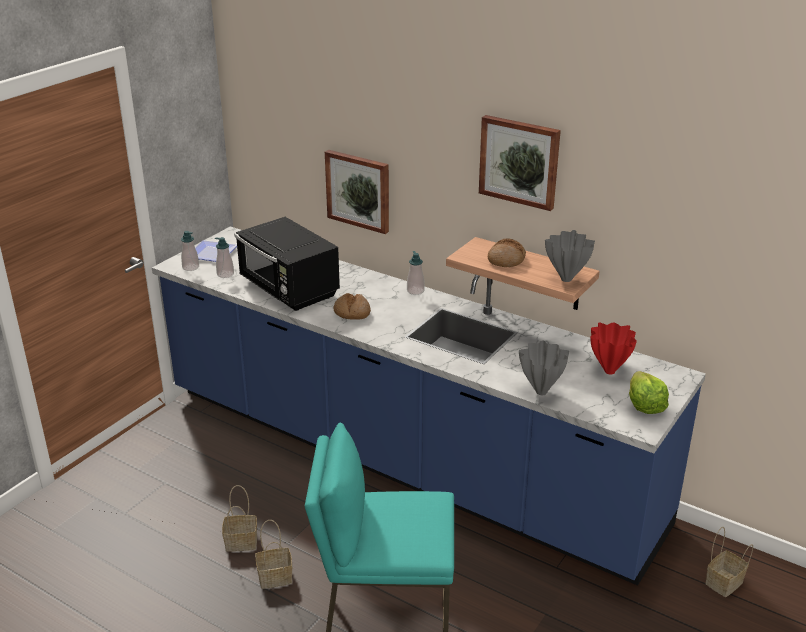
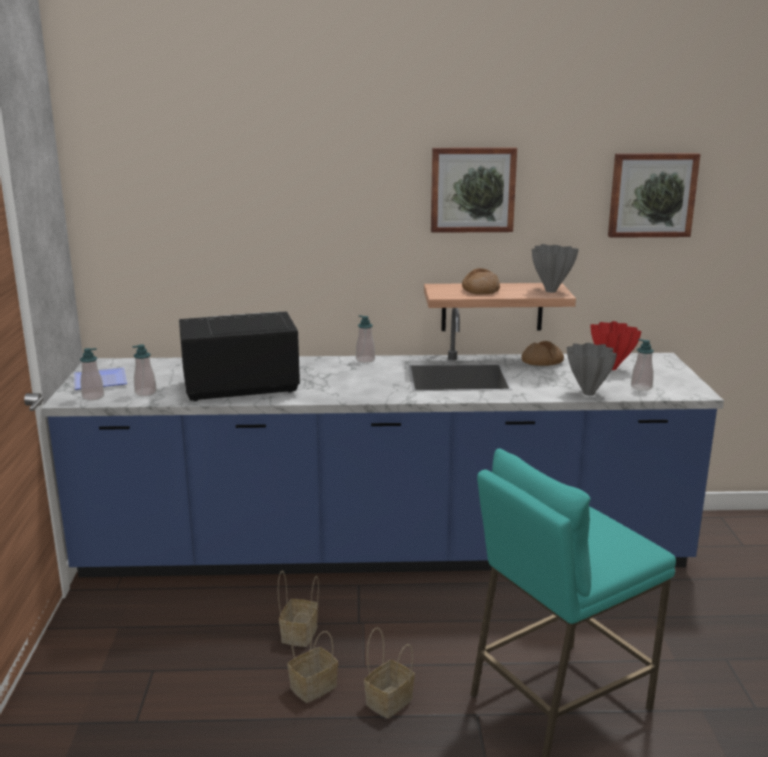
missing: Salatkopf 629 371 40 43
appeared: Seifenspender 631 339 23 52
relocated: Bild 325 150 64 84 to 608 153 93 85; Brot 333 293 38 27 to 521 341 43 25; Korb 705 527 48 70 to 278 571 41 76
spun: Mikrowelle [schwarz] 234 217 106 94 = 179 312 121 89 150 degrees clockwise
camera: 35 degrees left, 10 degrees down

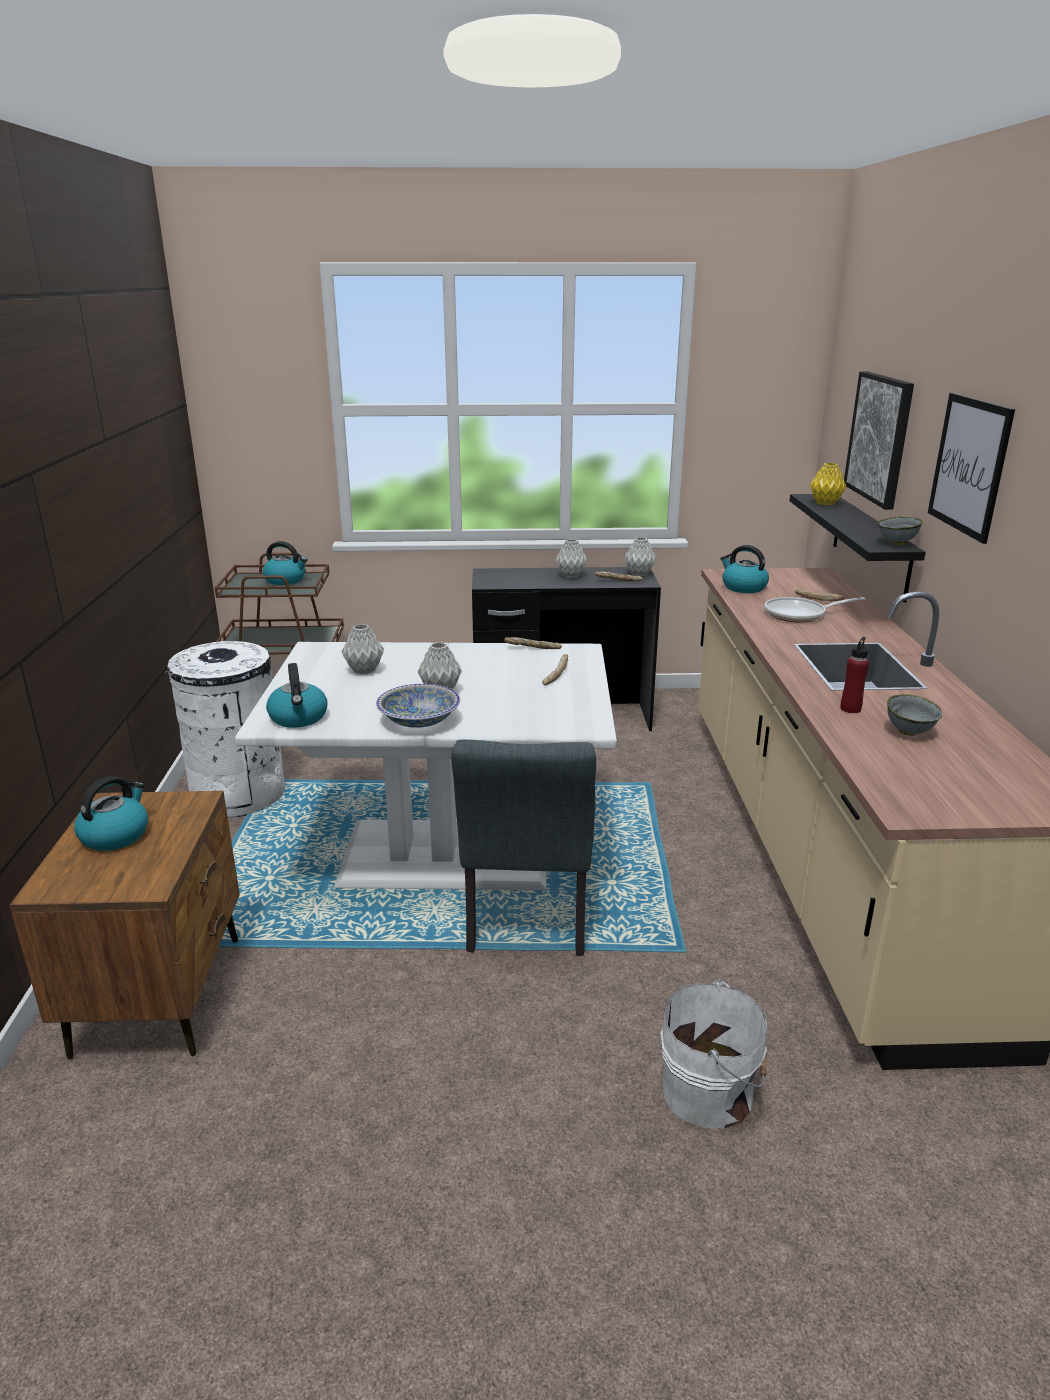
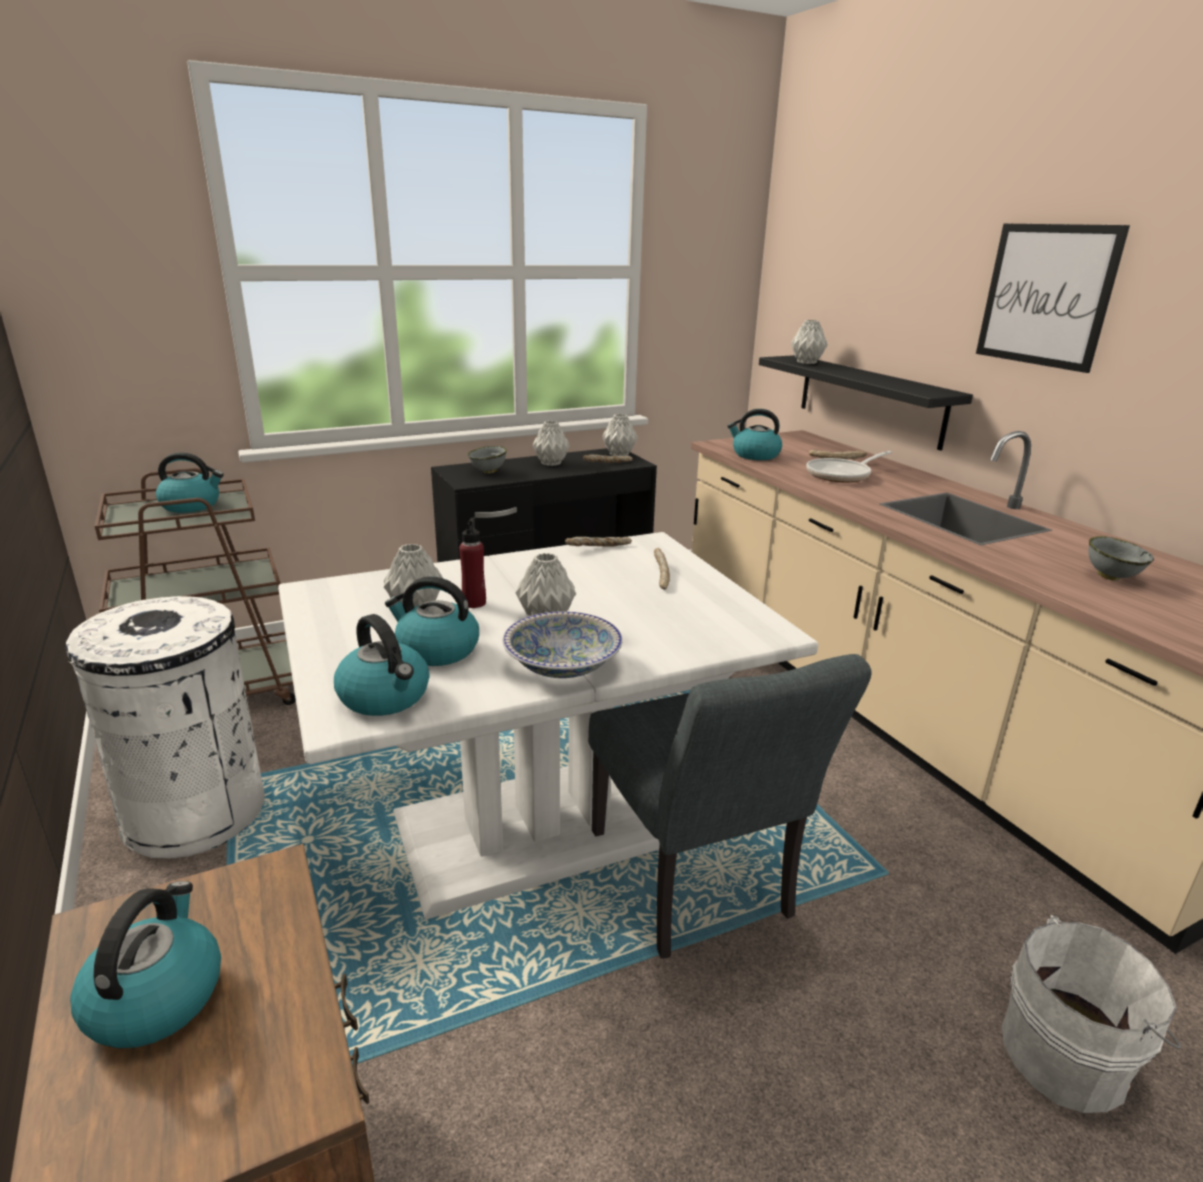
missing: Bild 844 371 70 139
appeared: Wasserkessel 385 576 94 90
relocated: Flasche [rot] 840 637 29 76 to 459 517 27 91; Schüssel [grau] 878 517 45 28 to 468 446 39 28
colour: Vase [gelb] 810 463 36 42 to Vase [grau] 791 320 37 44
camera: 25 degrees left, 0 degrees up

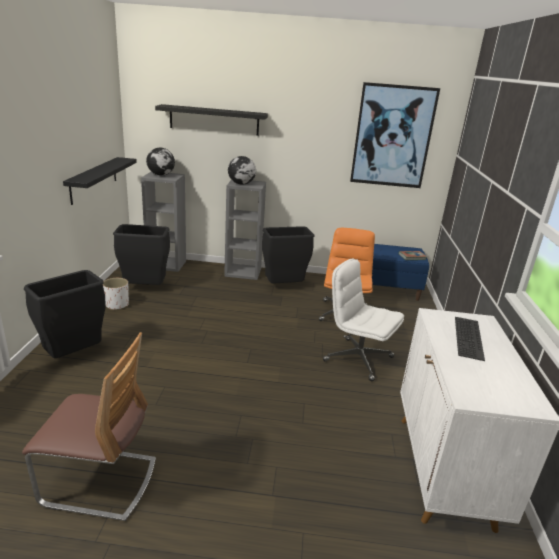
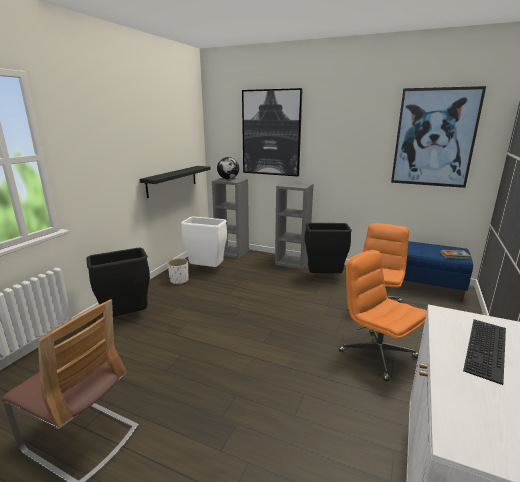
missing: Globus 228 156 28 29
exchanged: Wandregal [schwarz] 155 104 113 32 to Bild 242 88 61 89
colour: Mülleimer [schwarz] 113 224 57 61 to Mülleimer [weiß] 181 217 46 50; Bürostuhl [weiß] 323 259 81 122 to Bürostuhl [orange] 339 250 88 131
camera: 20 degrees right, 5 degrees down

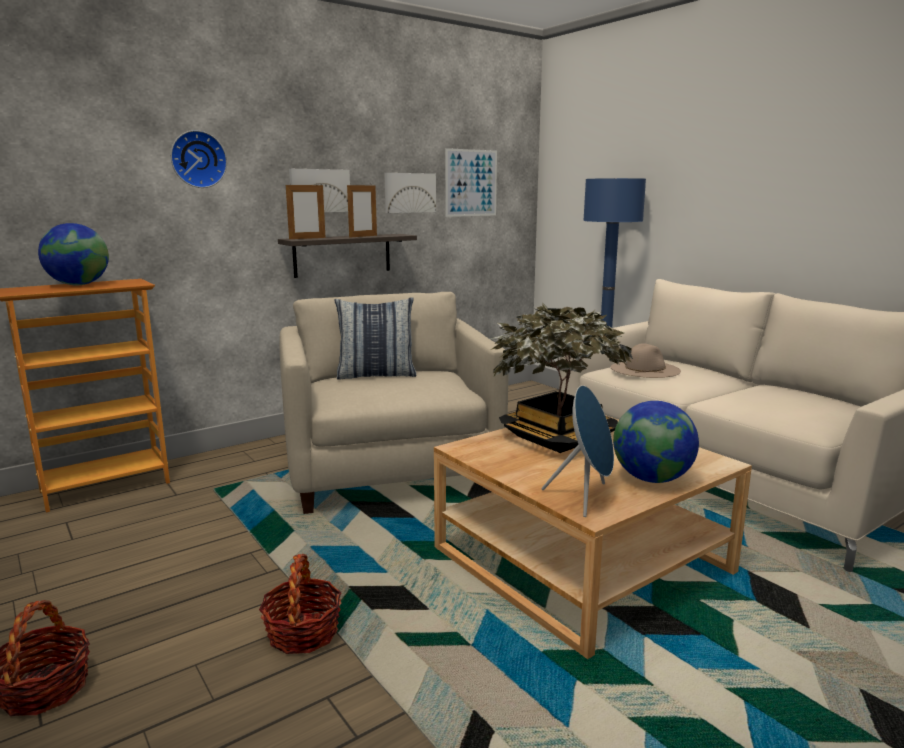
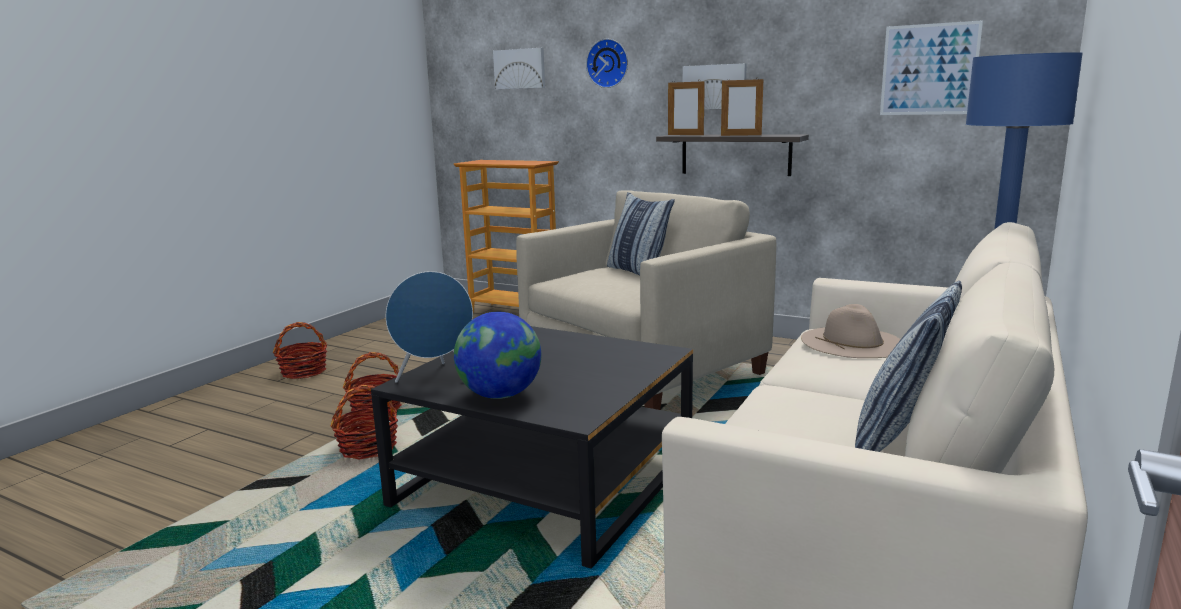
missing: Globus 38 223 71 62; Topfpflanze 490 302 143 151
appeared: Korb 331 385 67 75; Kissen 855 281 107 171
relocated: Bild 385 173 51 40 to 493 48 52 41
colour: Couchtisch [beige] 434 415 318 244 to Couchtisch [schwarz] 371 326 322 243
camera: 65 degrees right, 0 degrees up

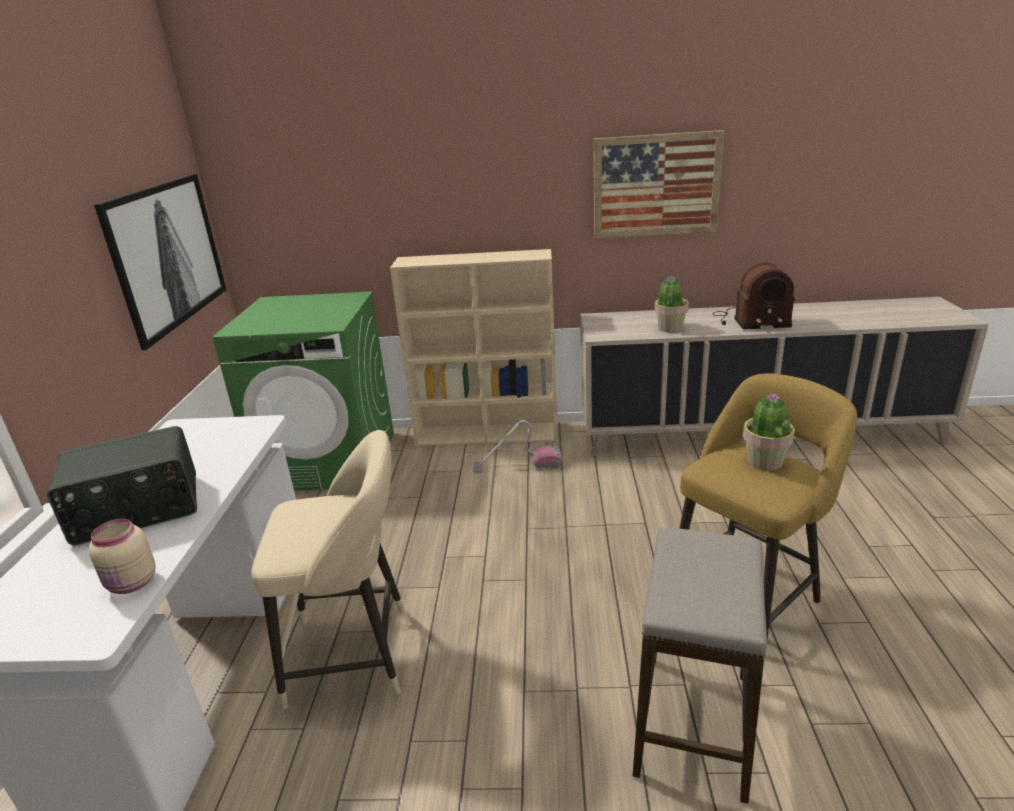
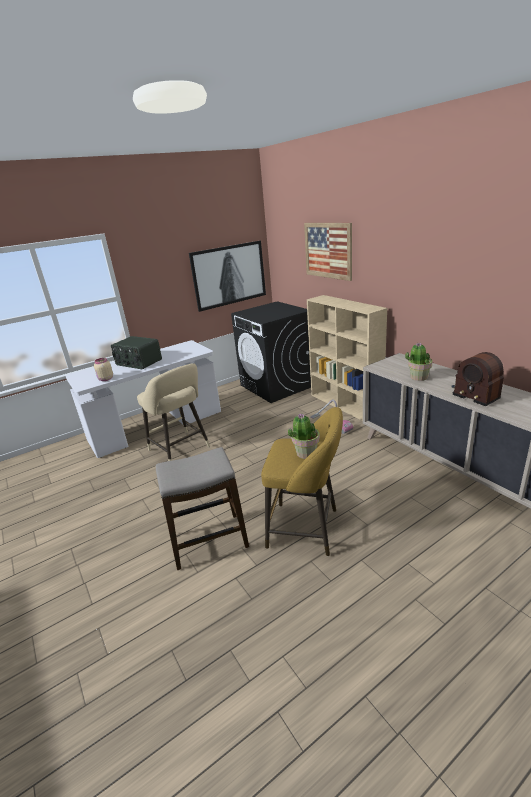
relocated: Bild 594 130 131 109 to 304 223 48 58
colour: Waschmaschine [grün] 213 291 181 199 to Waschmaschine [schwarz] 231 301 80 102
camera: 55 degrees right, 0 degrees up

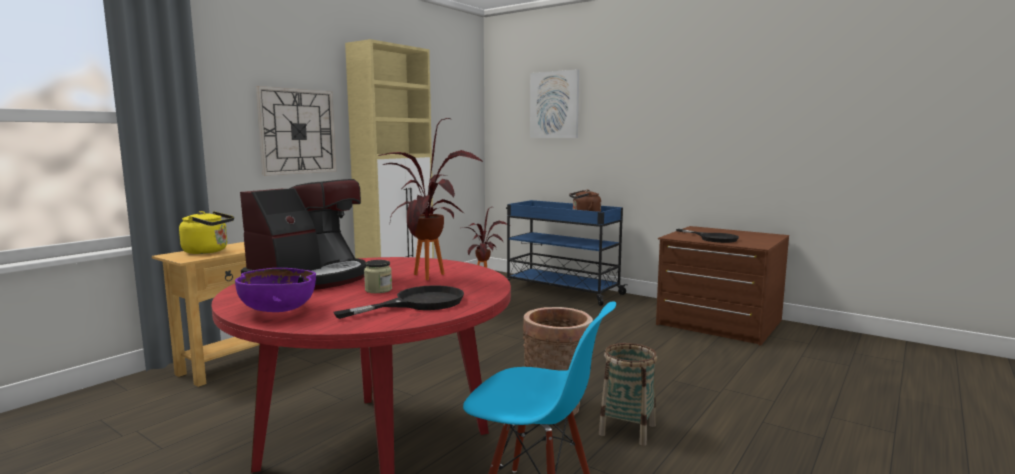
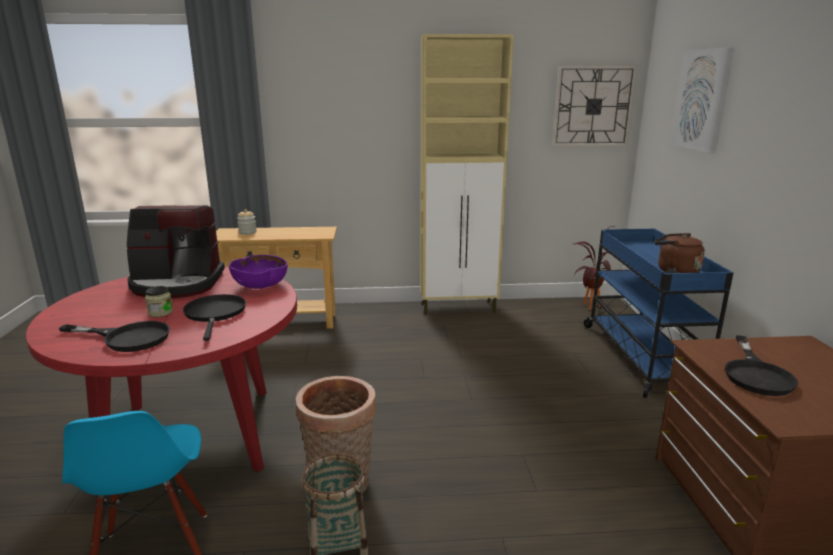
relocated: Schüssel [lila] 235 268 81 44 to 229 255 58 34; Wanduhr 256 86 81 90 to 552 65 85 82
exchanged: Wasserkessel [gelb] 179 211 55 43 to Vorratsglas 237 209 20 26; Topfpflanze 378 118 105 162 to Pfanne [schwarz] 183 294 63 47
camera: 50 degrees right, 10 degrees up

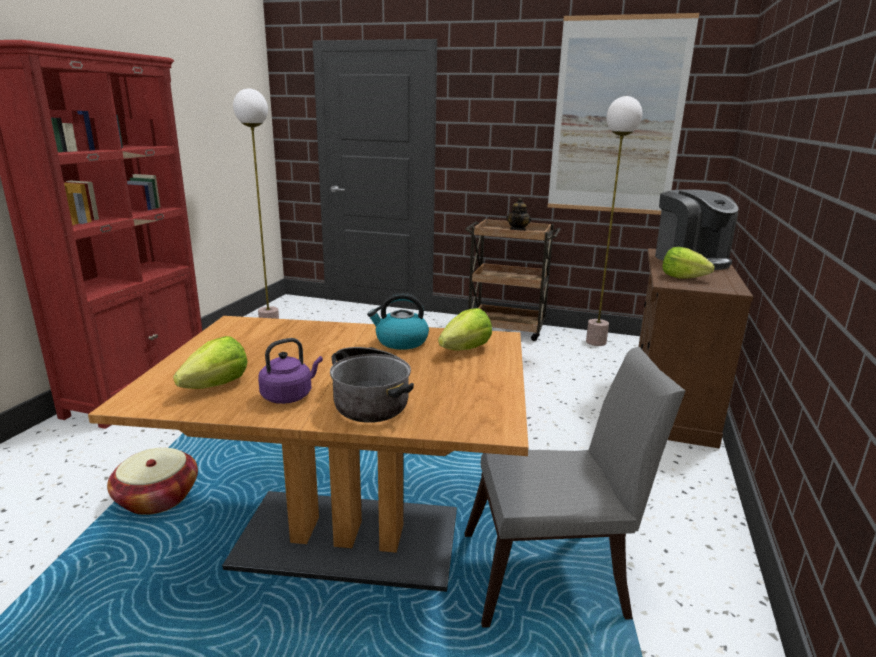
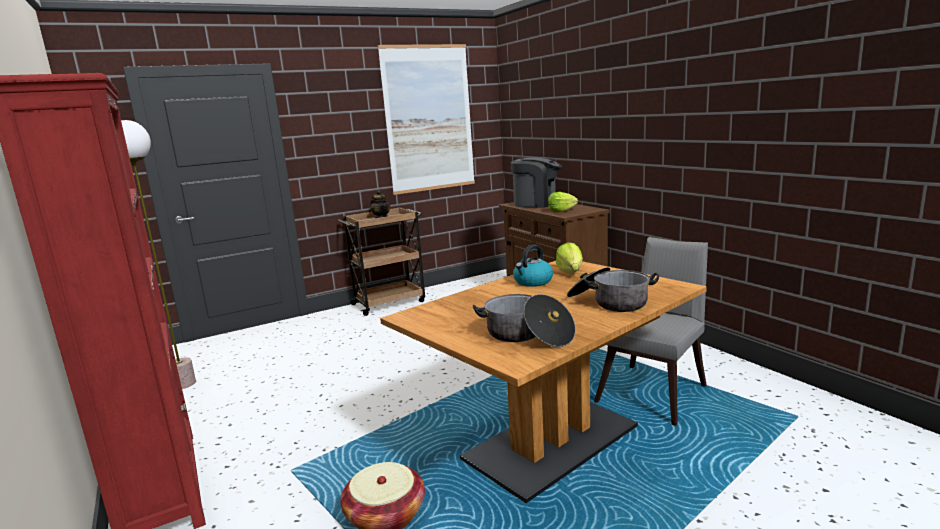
missing: Wasserkessel [lila] 258 338 65 66; Stehlampe 586 96 56 250
exchanged: Salatkopf 173 336 75 53 to Kochtopf 473 294 103 53
camera: 45 degrees left, 5 degrees down

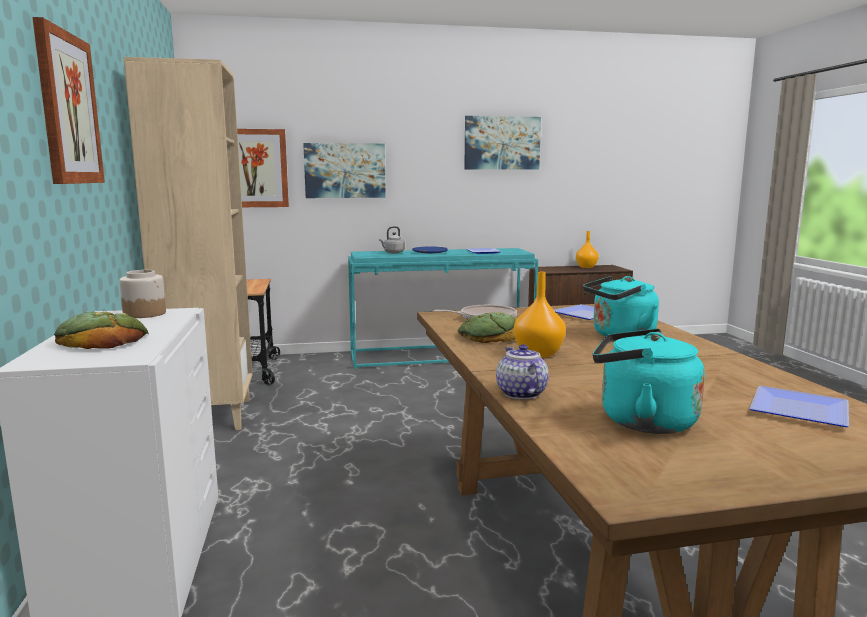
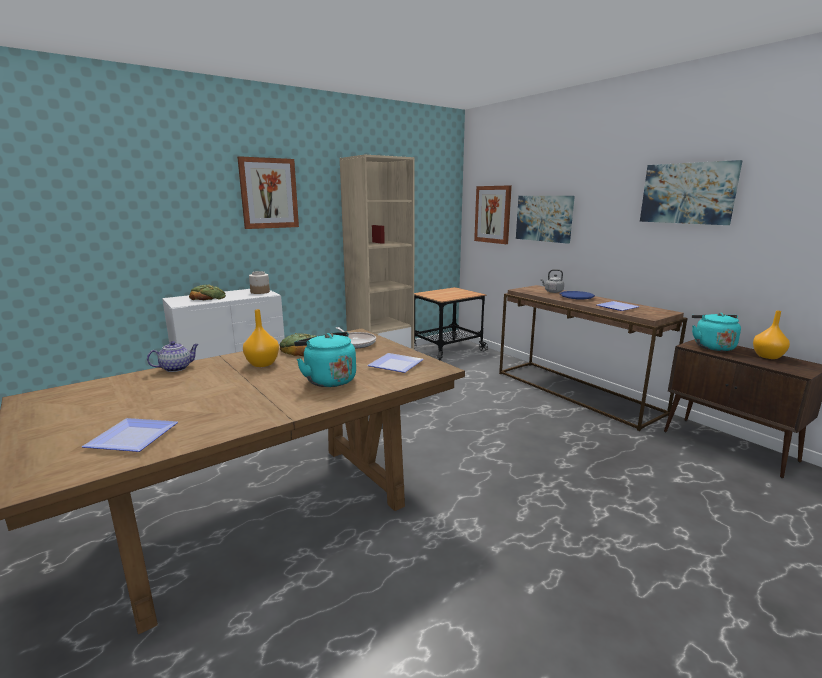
relocated: Wasserkessel [türkis] 593 329 112 105 to 692 313 49 38
colour: Konsolentisch [türkis] 348 248 190 121 to Konsolentisch [braun] 499 285 189 146
camera: 65 degrees right, 5 degrees up

